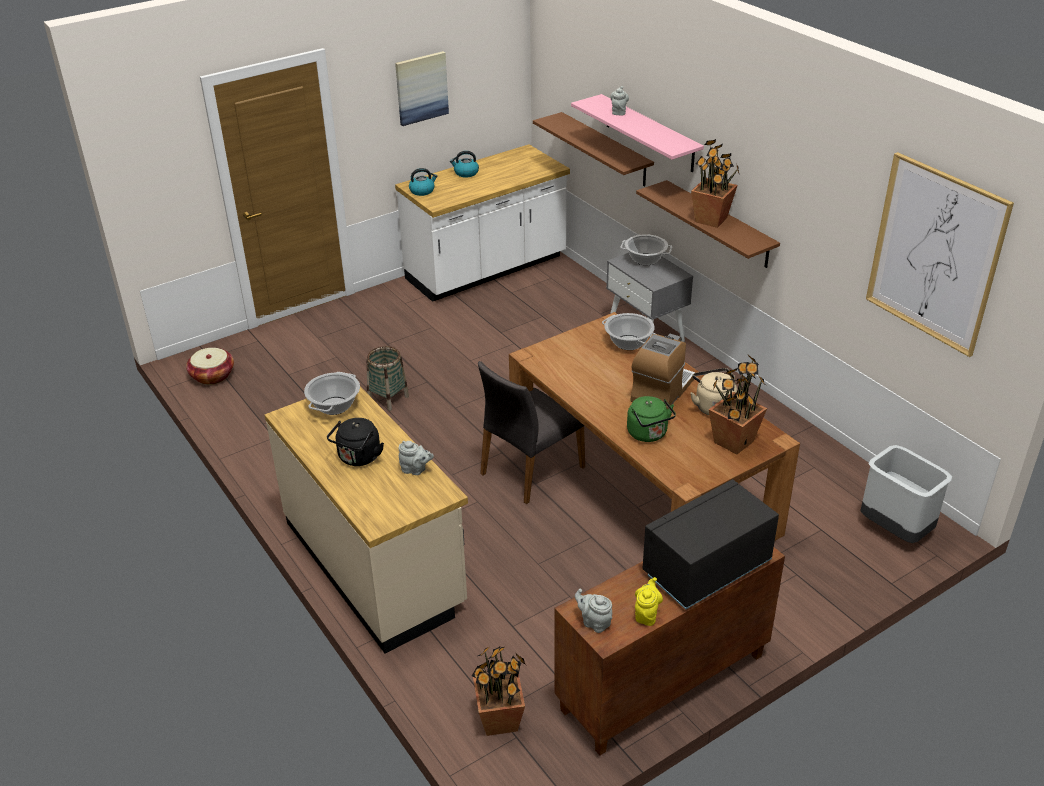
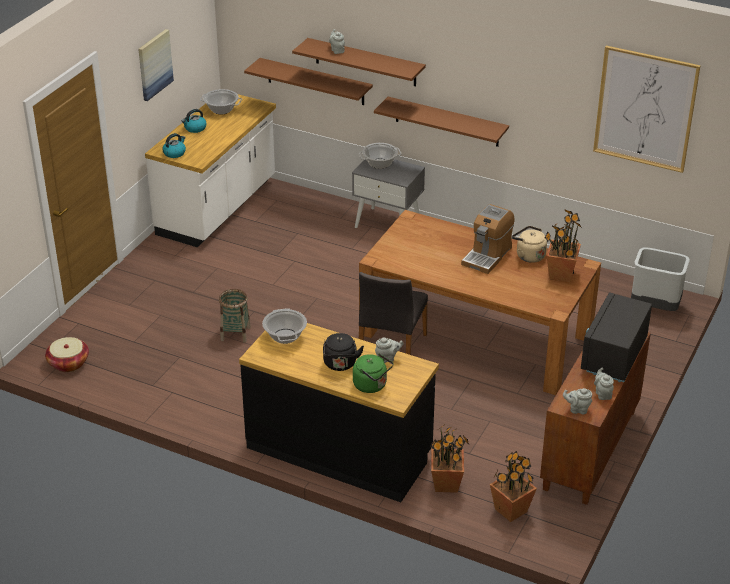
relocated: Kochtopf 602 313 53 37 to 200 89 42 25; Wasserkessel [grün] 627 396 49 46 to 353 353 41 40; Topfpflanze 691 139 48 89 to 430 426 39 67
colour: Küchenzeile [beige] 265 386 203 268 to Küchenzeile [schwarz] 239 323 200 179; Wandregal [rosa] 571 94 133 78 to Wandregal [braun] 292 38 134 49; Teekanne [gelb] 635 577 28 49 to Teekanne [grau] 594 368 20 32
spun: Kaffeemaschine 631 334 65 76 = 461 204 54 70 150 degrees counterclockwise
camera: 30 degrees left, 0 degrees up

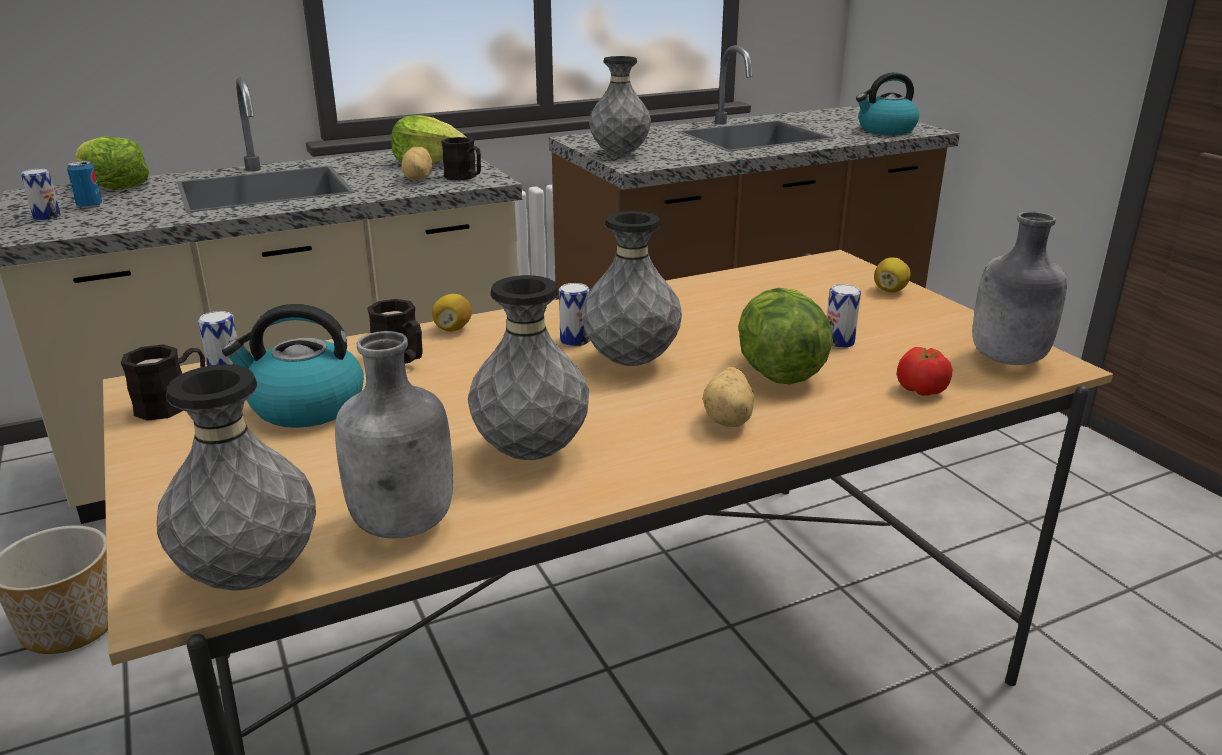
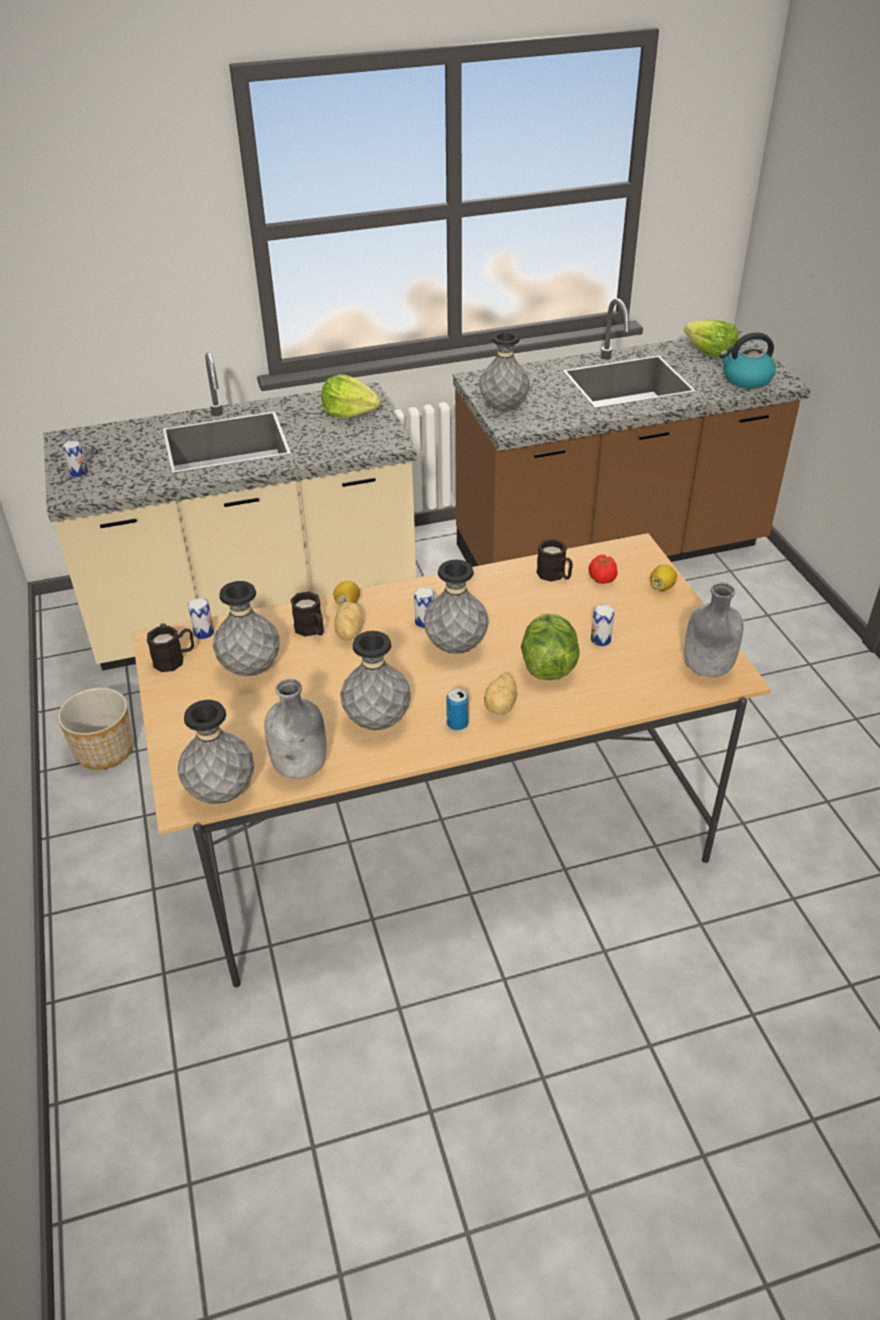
relocated: Dose 67 160 35 49 to 446 688 23 42; Salatkopf 75 136 75 54 to 684 320 54 38; Kartoffel 401 147 32 33 to 334 602 29 38; Henkelbecher [schwarz] 441 137 40 44 to 536 539 37 43; Tomate 897 347 55 49 to 589 555 28 29
exchanged: Wasserkessel 222 304 142 124 to Vase [grau] 213 581 67 95
camera: 10 degrees right, 15 degrees up

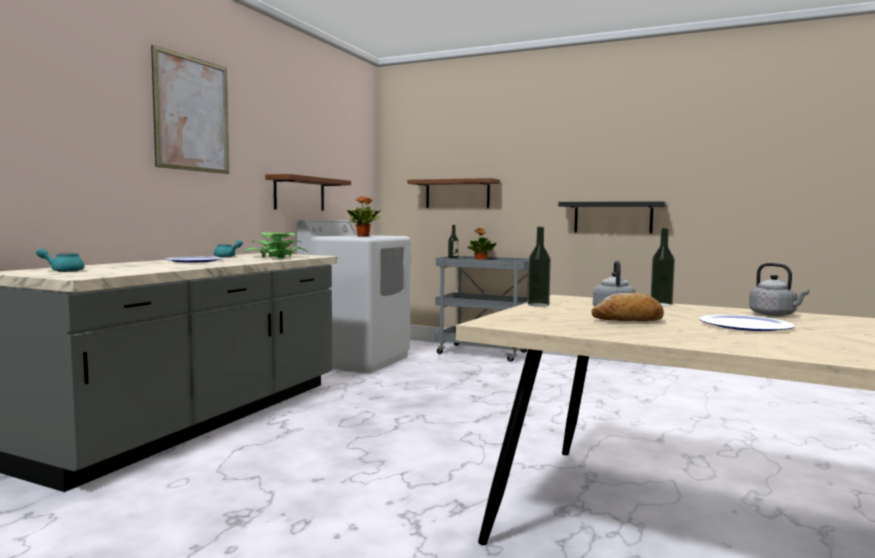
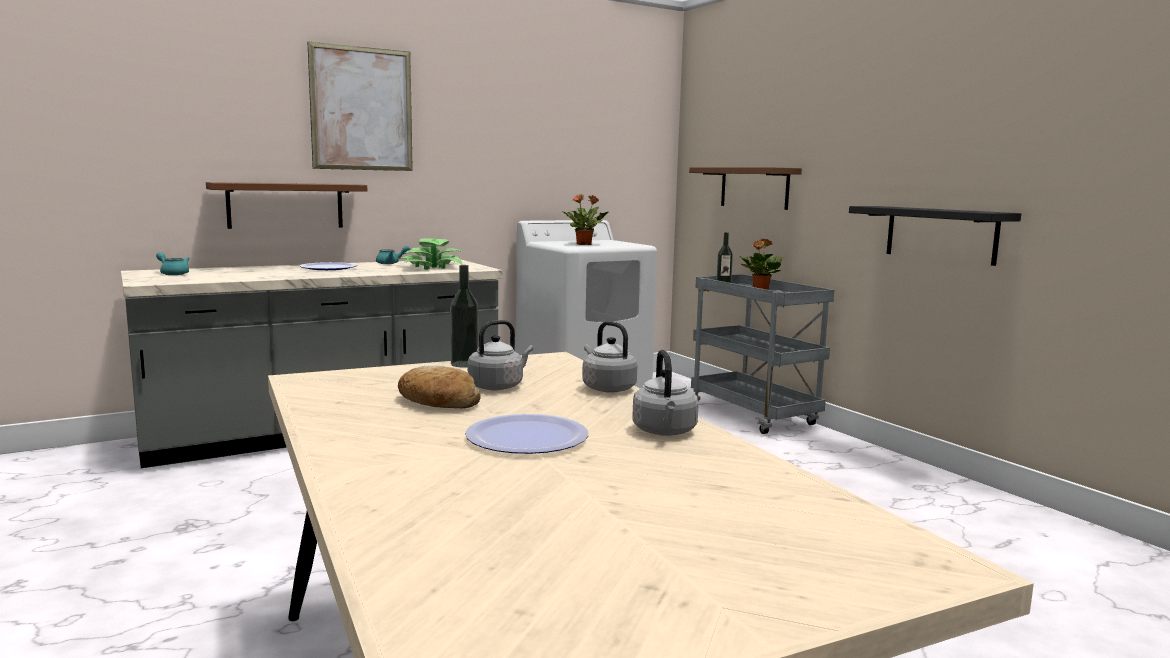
relocated: Wandregal [braun] 265 174 86 37 to 206 182 161 47
exchanged: Flasche 651 228 24 78 to Wasserkessel [grau] 582 321 56 72
camera: 35 degrees right, 5 degrees up

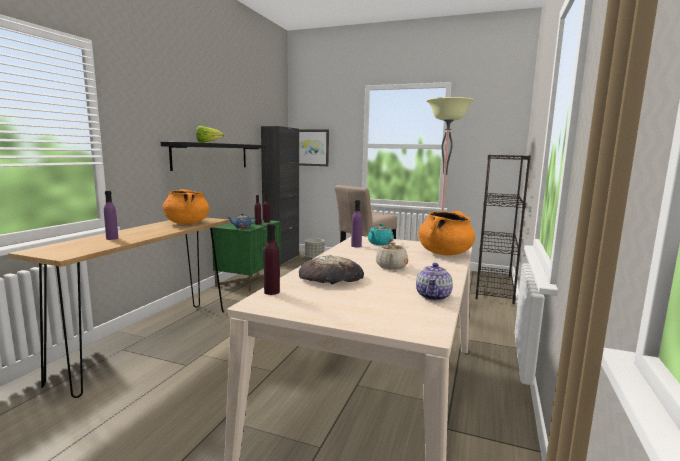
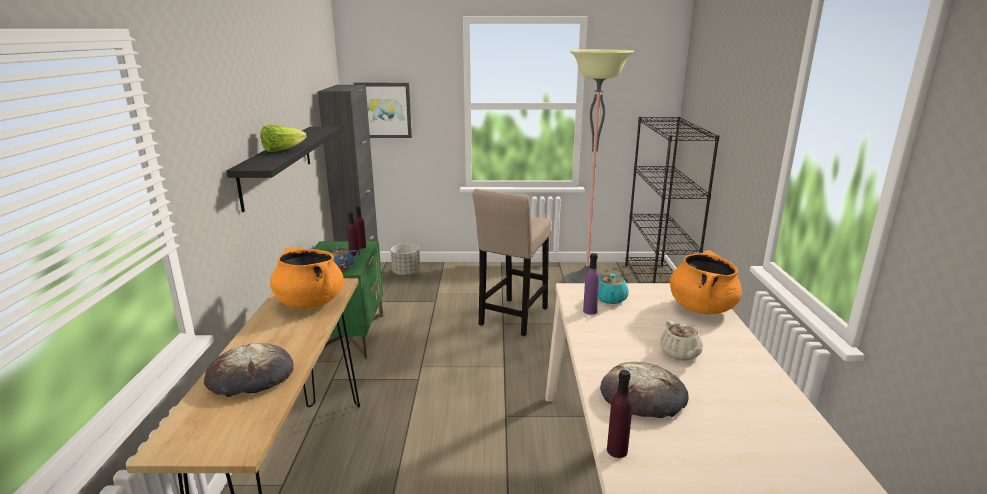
missing: Teekanne 416 263 37 38
exchanged: Flasche [lila] 104 191 14 49 to Brot 204 343 90 54
camera: 20 degrees left, 10 degrees up

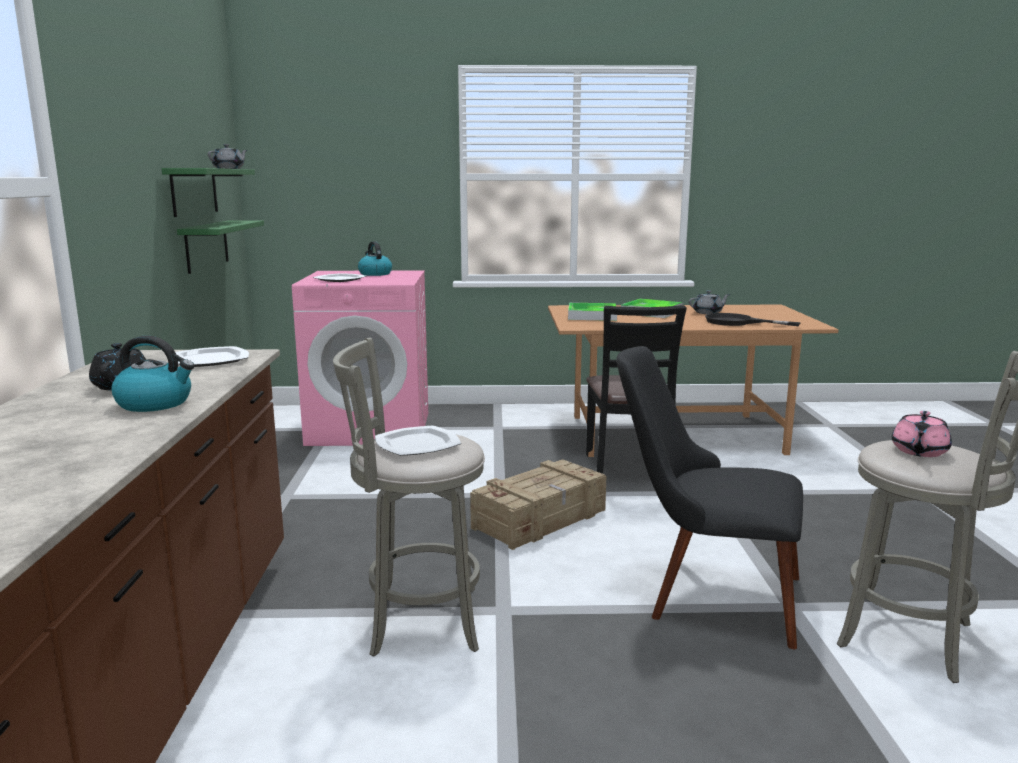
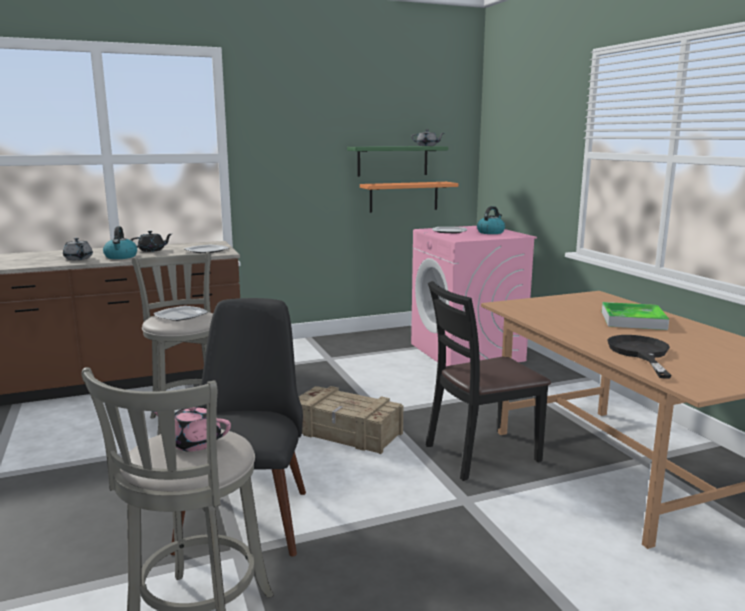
missing: Tablett 568 303 49 18
relocated: Teekanne [grau] 689 290 41 24 to 63 238 30 22
colour: Wandregal [grün] 177 220 87 54 to Wandregal [orange] 360 182 98 31
camera: 70 degrees right, 0 degrees up

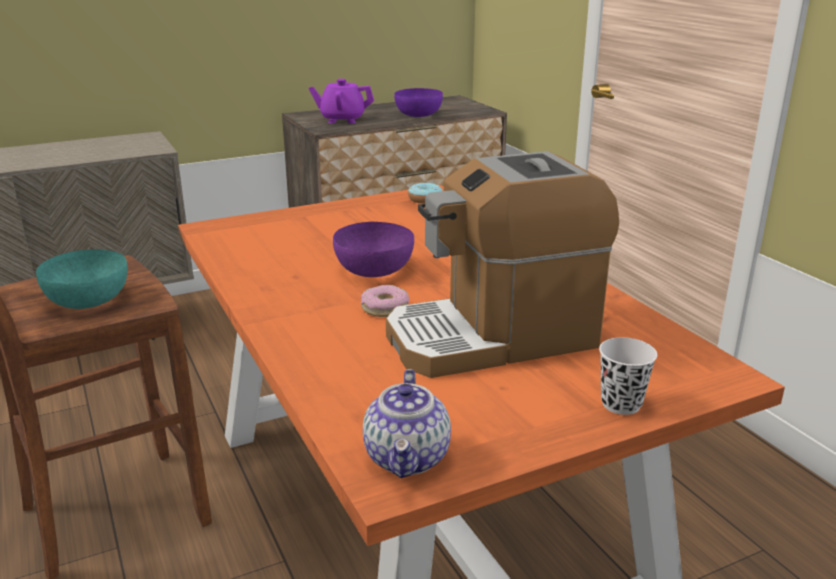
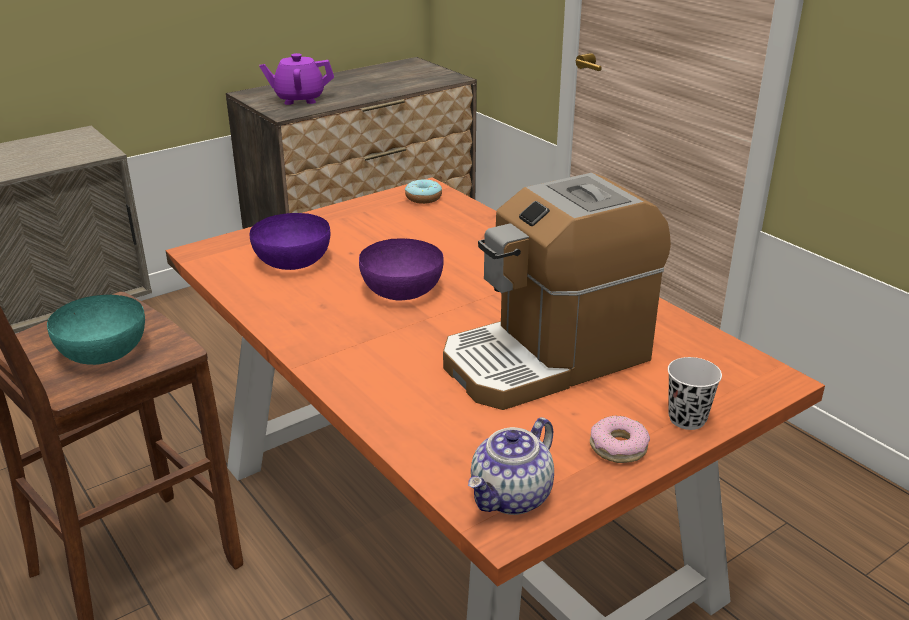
relocated: Donut 361 285 48 32 to 590 415 60 48; Schüssel [lila] 394 88 49 29 to 250 213 80 57
spun: Teekanne 363 369 88 109 = 468 417 86 98 45 degrees clockwise
camera: 10 degrees left, 5 degrees up

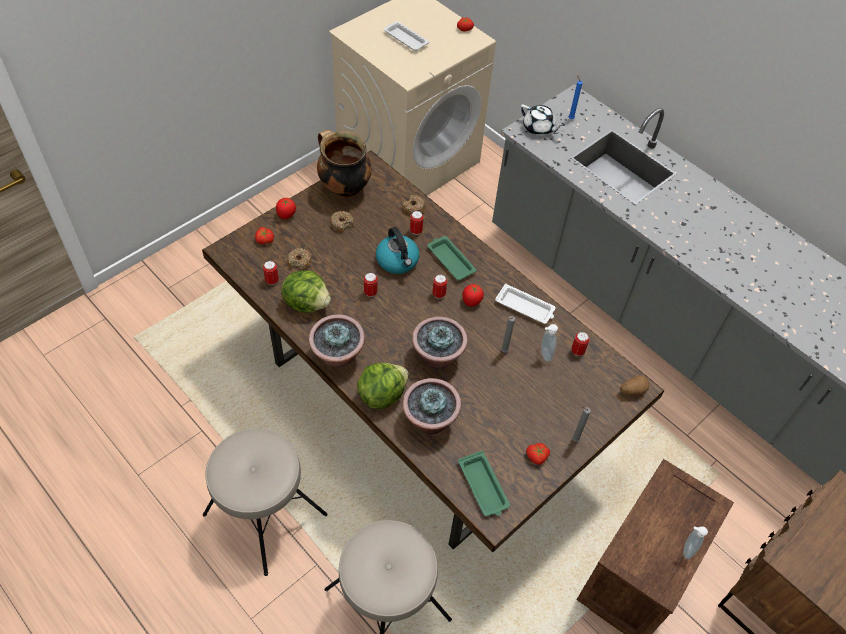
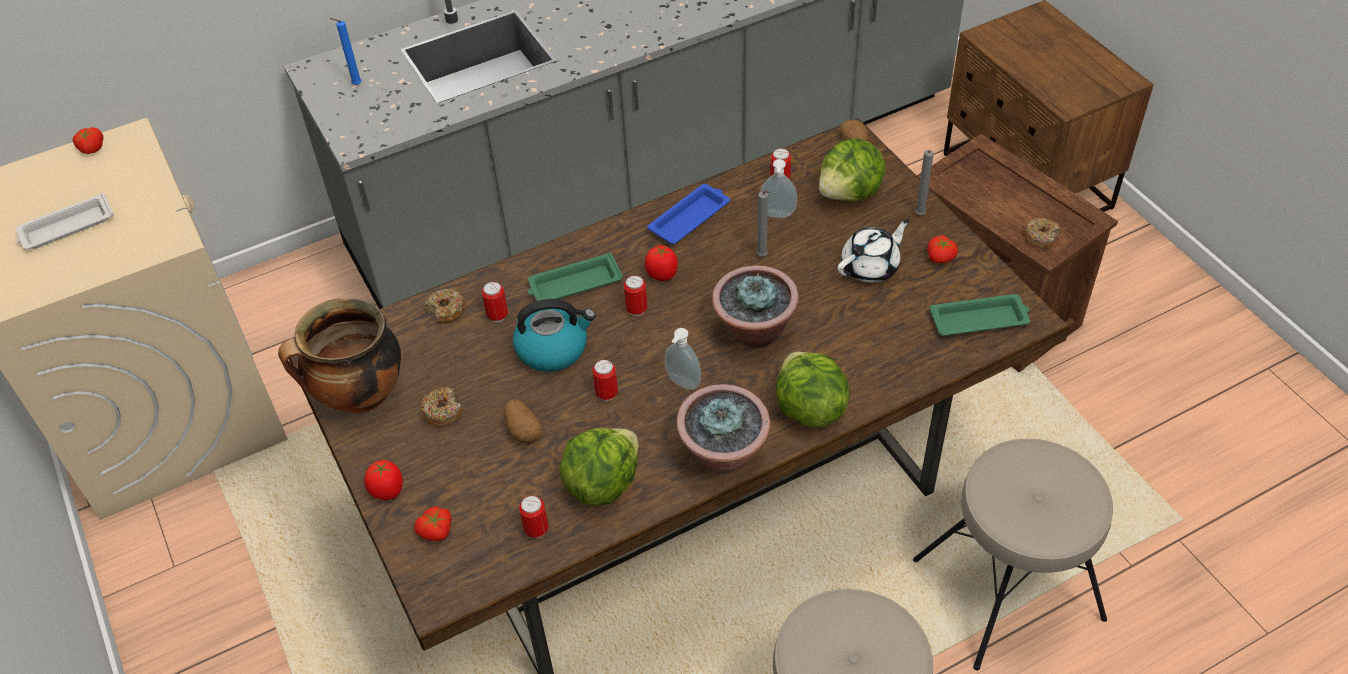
missing: Topfpflanze 402 378 59 56
appeared: Kartoffel 504 399 39 44; Salatkopf 819 139 67 63
relocated: Donut 287 248 25 22 to 1023 218 37 31; Teekanne [weiß] 520 105 45 31 to 837 219 73 63; Seifenspender 683 526 25 34 to 664 328 37 62
colour: Tablett [weiß] 495 284 60 40 to Tablett [blau] 647 184 83 60
camera: 70 degrees left, 5 degrees down

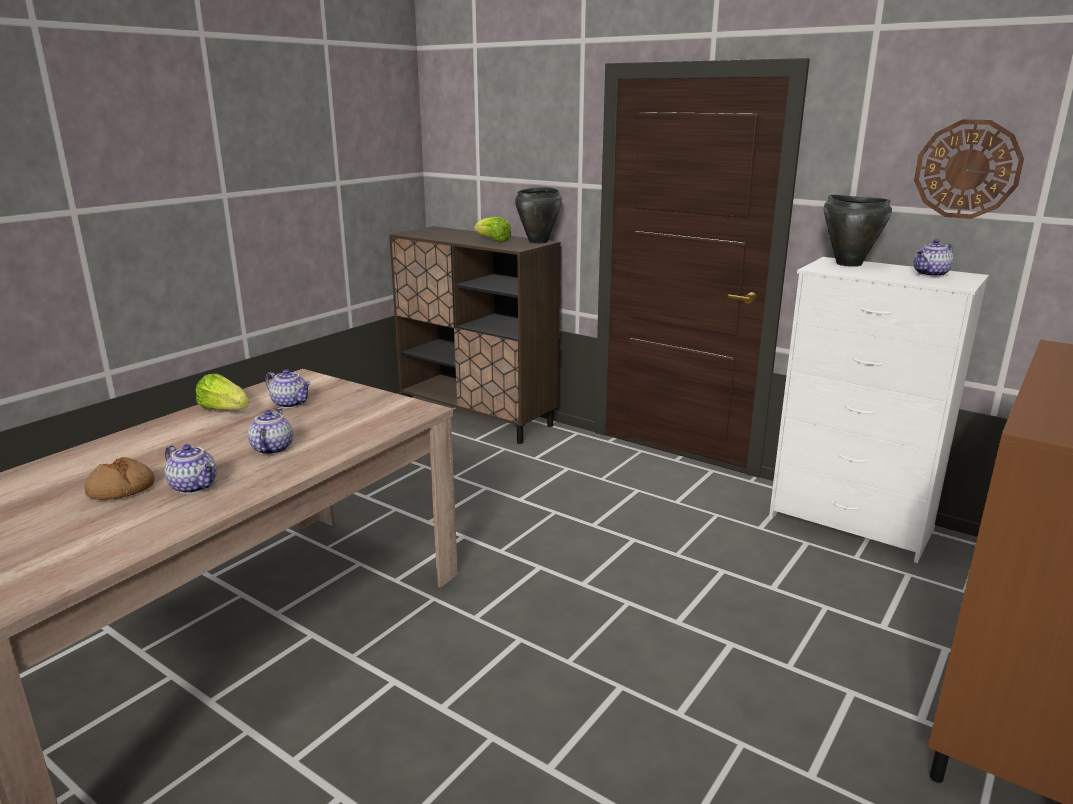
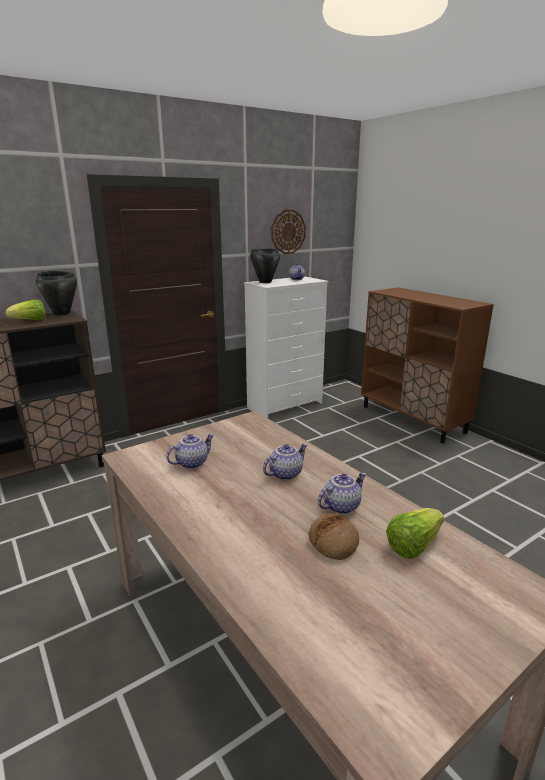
relocated: Salatkopf 196 373 53 37 to 386 508 58 51
spun: Teekanne 248 408 45 47 = 263 444 44 36 120 degrees clockwise
camera: 70 degrees left, 0 degrees up

